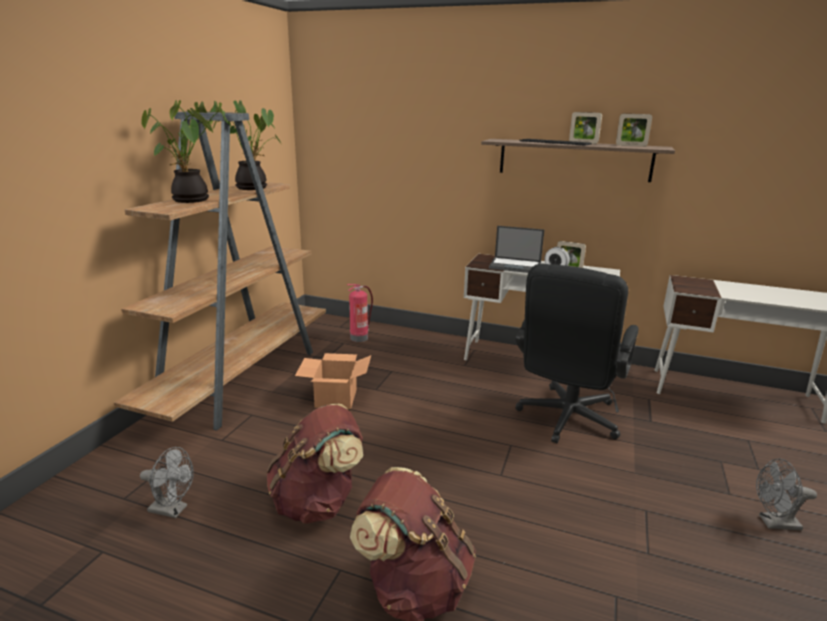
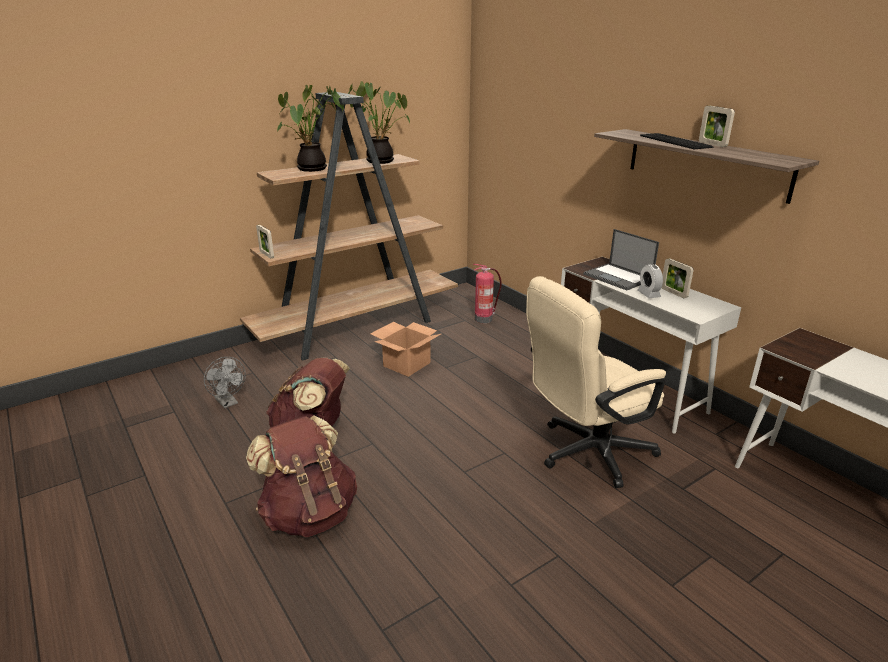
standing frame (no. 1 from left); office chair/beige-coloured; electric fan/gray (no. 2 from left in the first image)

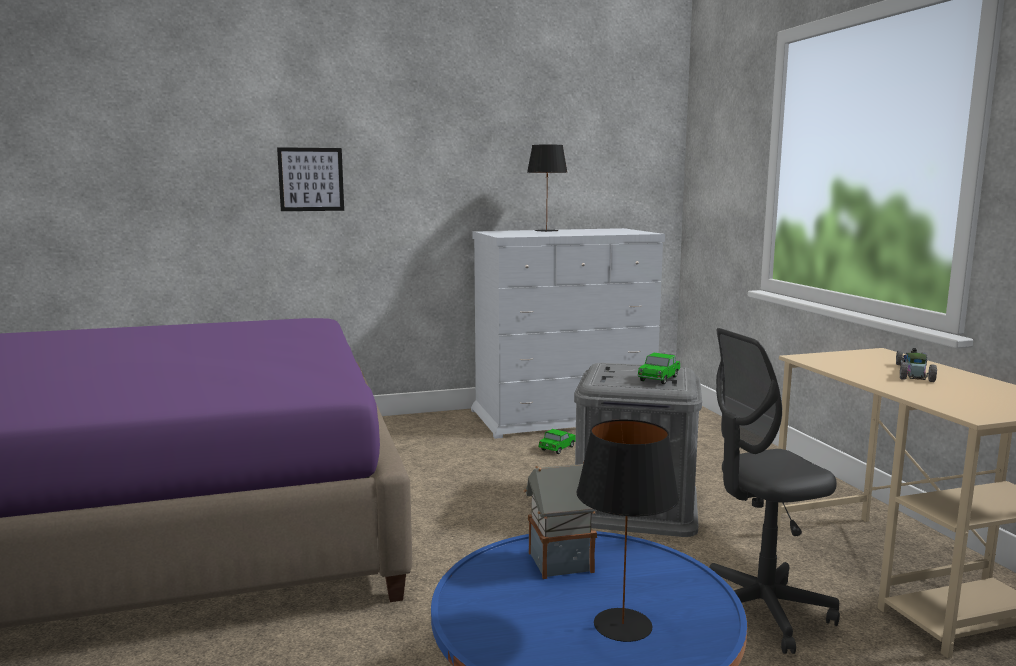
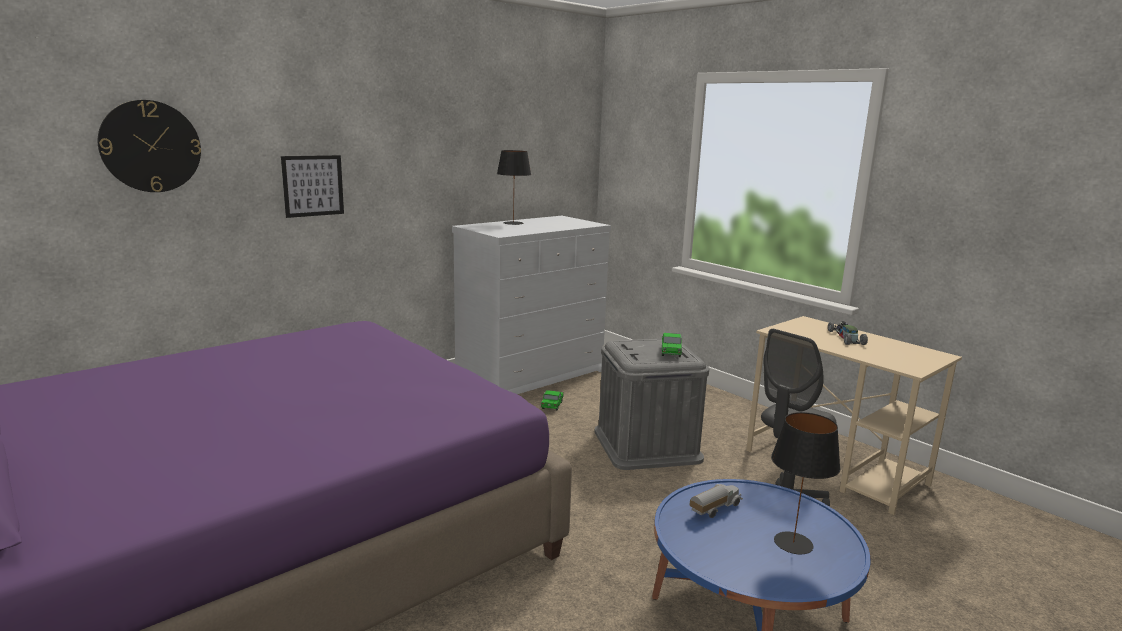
model truck; hanging clock

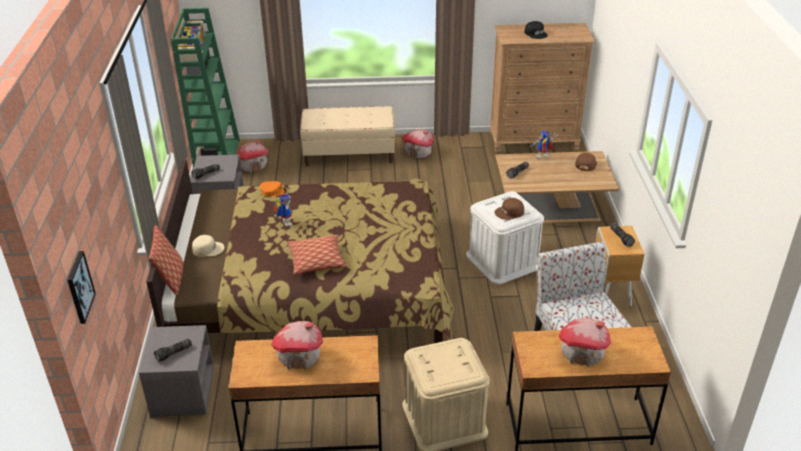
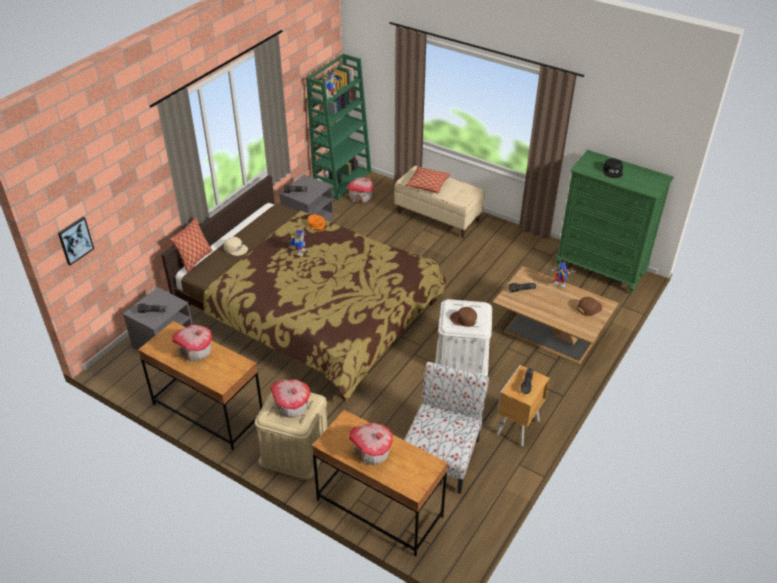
dresser/greenish; miniature house (no. 2 from left); pillow (no. 2 from left)

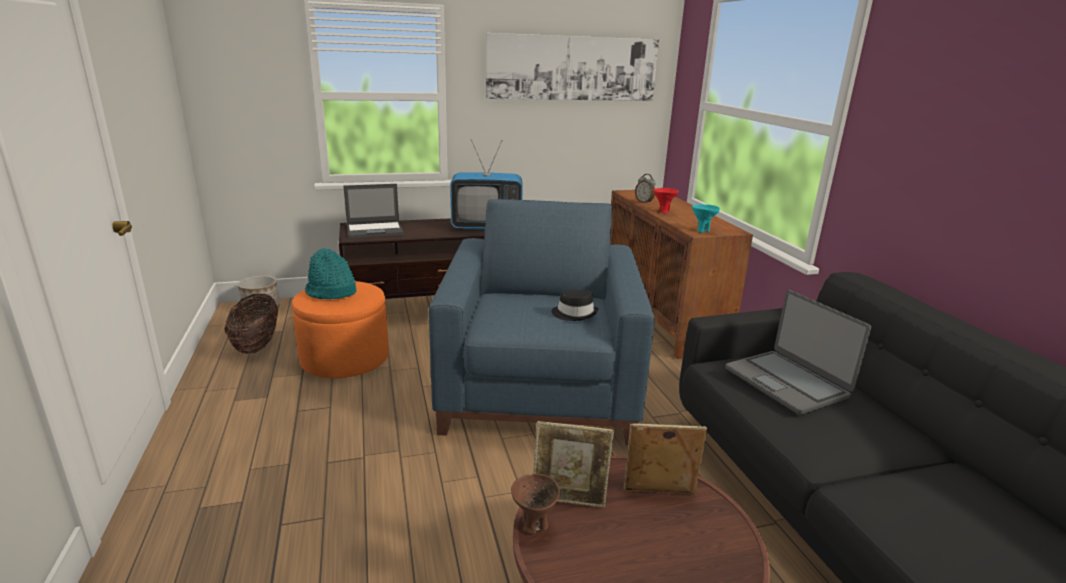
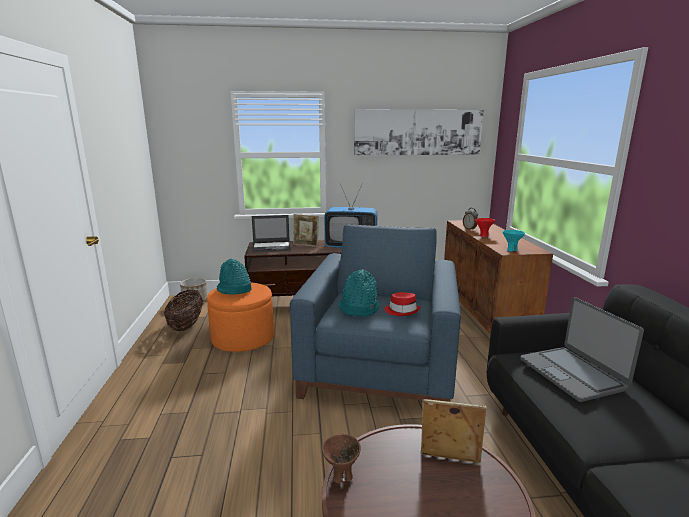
clothing hat/reddish; standing frame (no. 1 from left); clothing hat/turquoise (no. 2 from left)

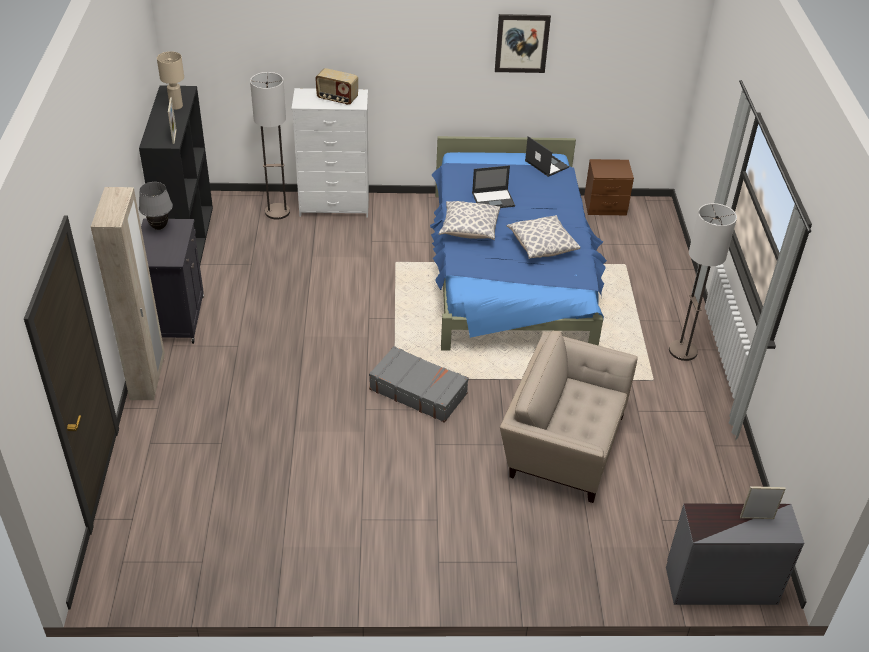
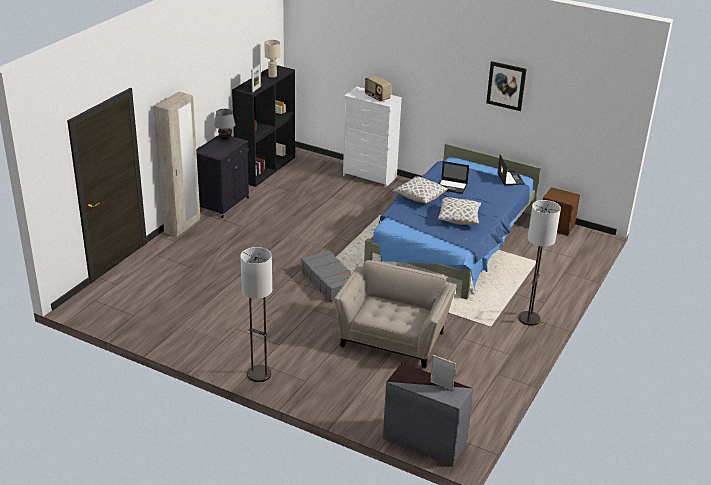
standard lamp (no. 1 from left); lounge chair/beige-coloured

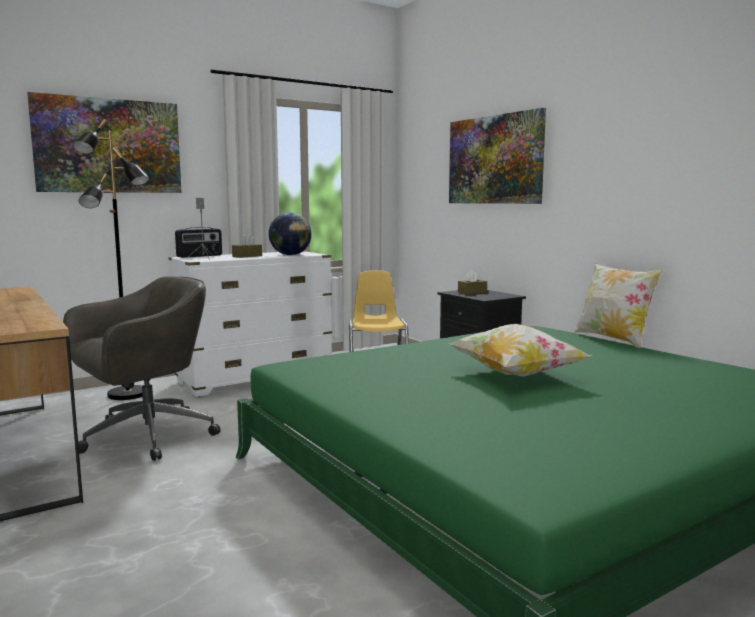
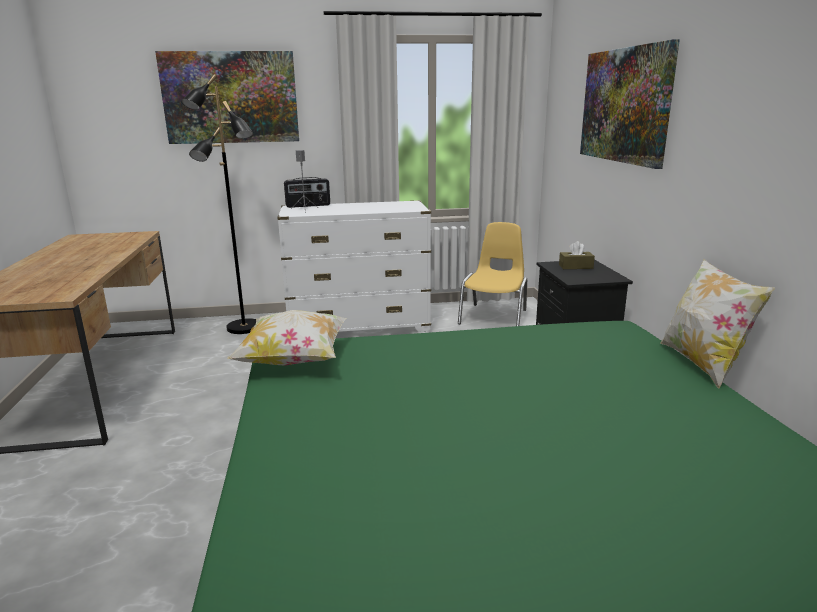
desk globe; box of tissues/brown (no. 1 from left in the first image); office chair/gray; pillow (no. 1 from left)

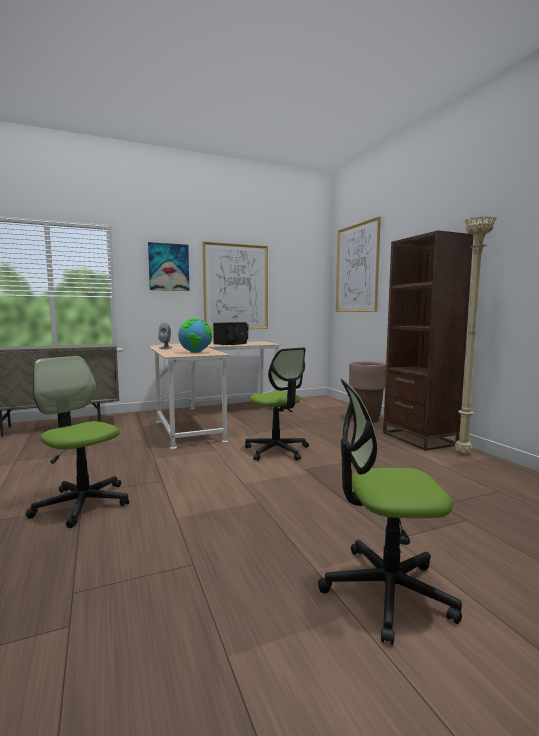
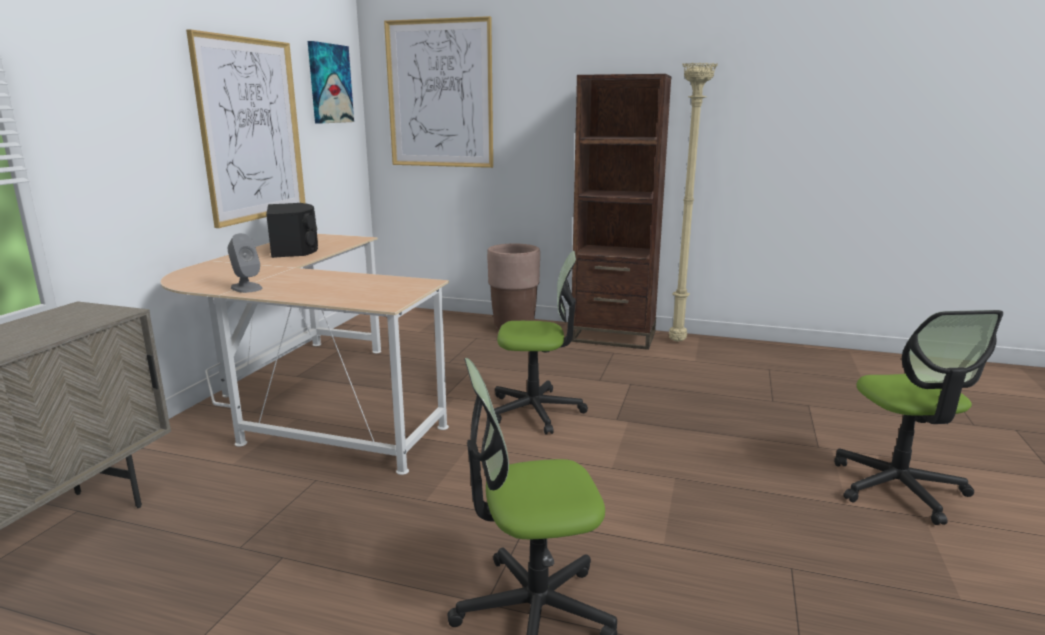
picture (no. 2 from left); desk globe; office chair (no. 3 from left)

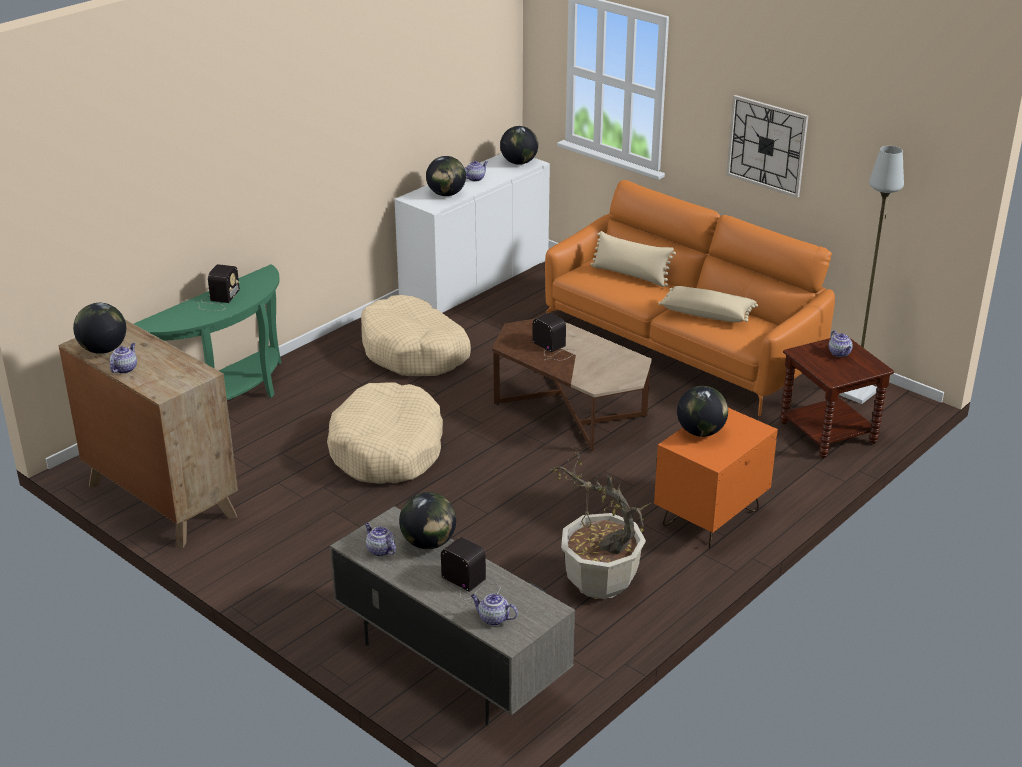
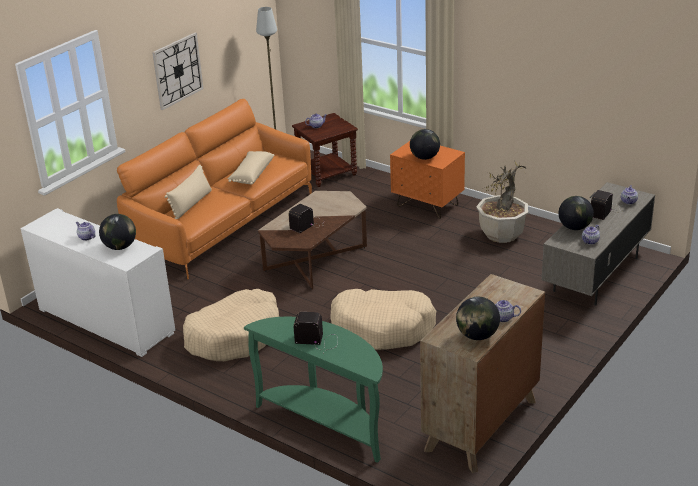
desk globe (no. 4 from left in the first image)

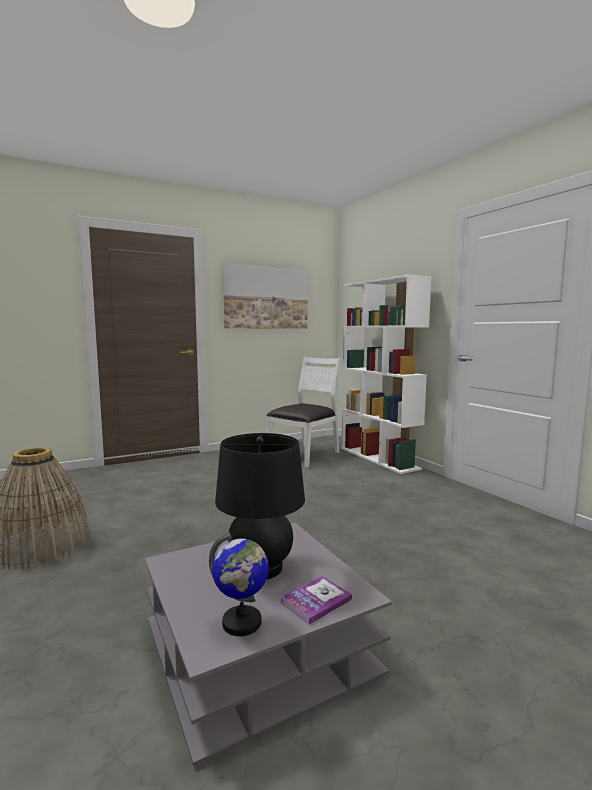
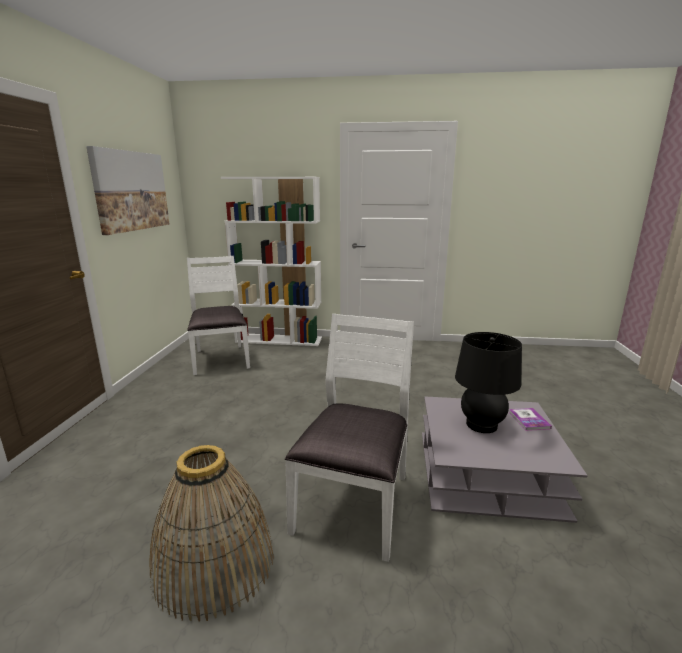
desk globe; chair/white-coloured (no. 2 from left)

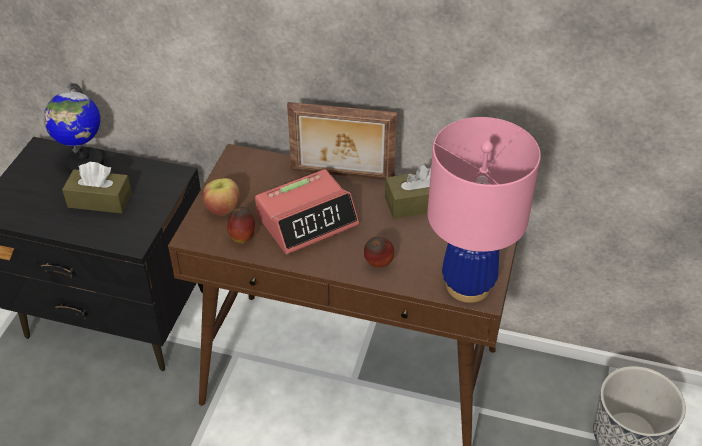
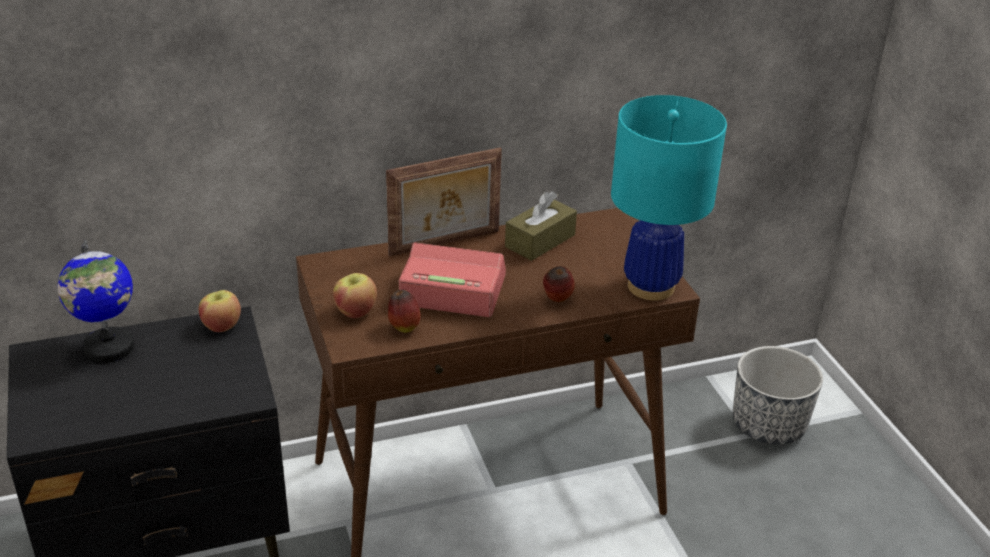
lamp for a table/turquoise; box of tissues/brown (no. 1 from left in the first image); bedside clock; whole apple (no. 1 from left)

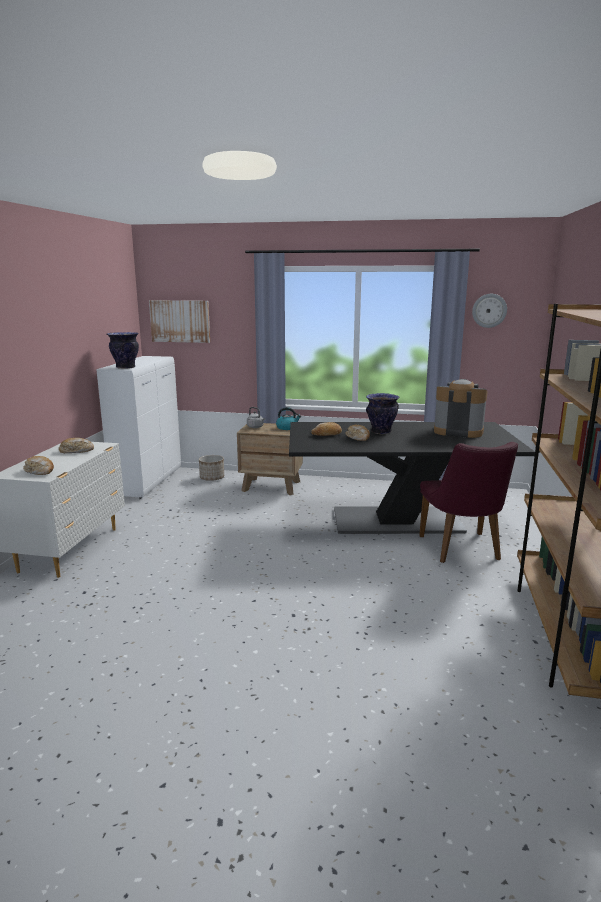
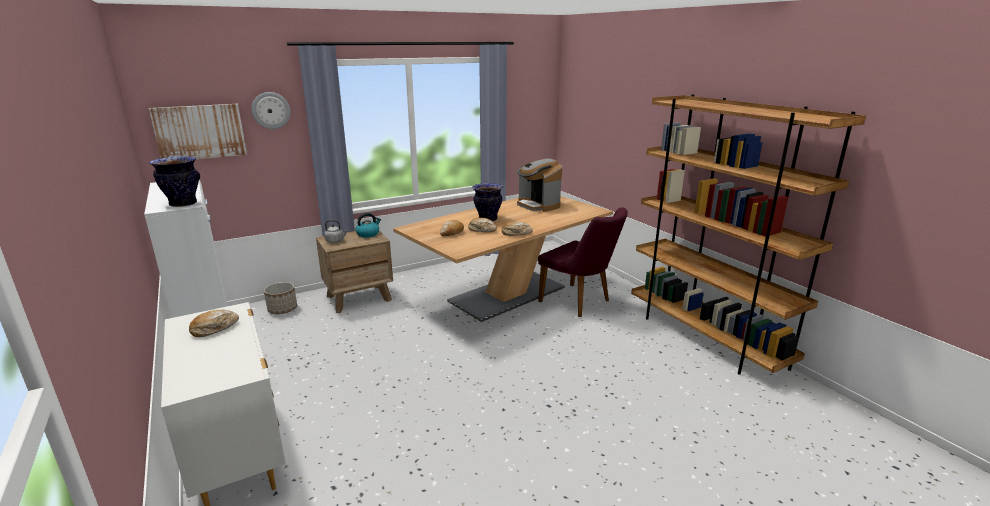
hanging clock; coffee machine; dining table/beige-coloured; bakery bread (no. 4 from left)

